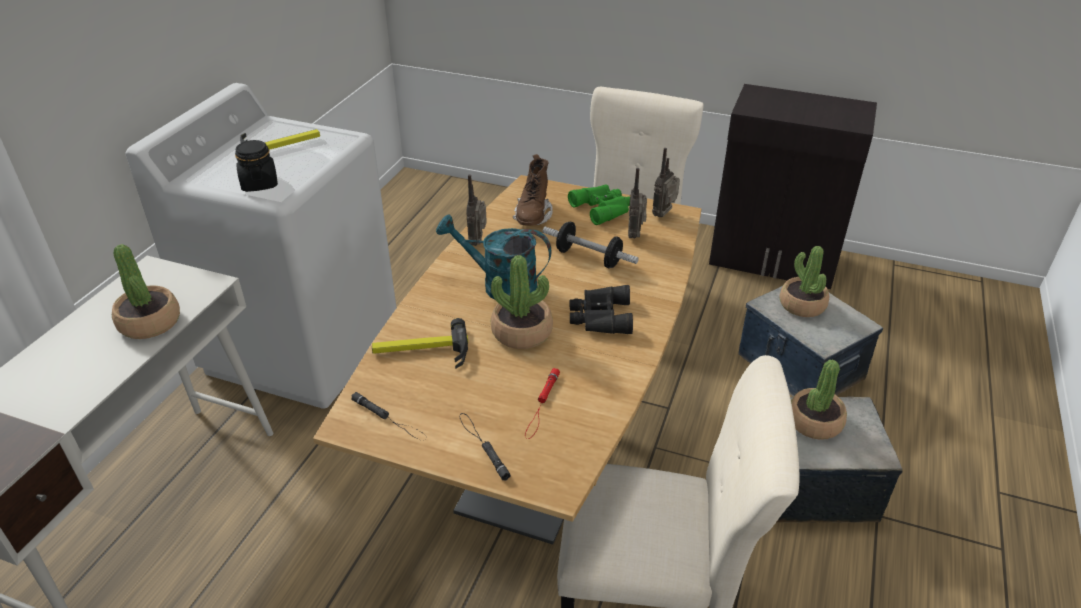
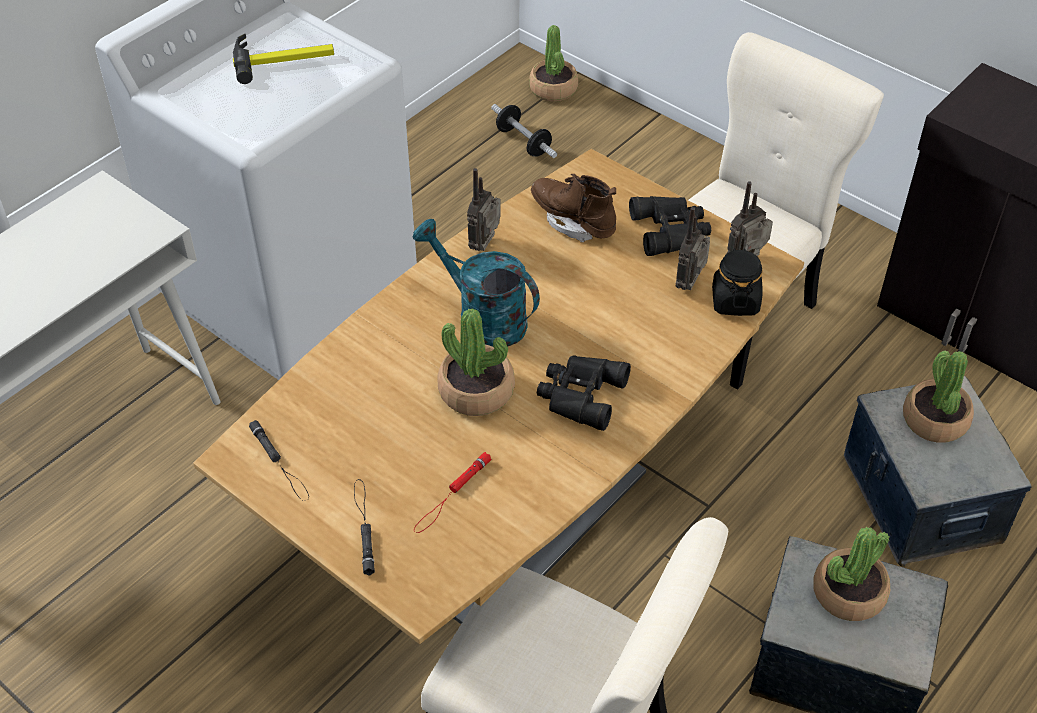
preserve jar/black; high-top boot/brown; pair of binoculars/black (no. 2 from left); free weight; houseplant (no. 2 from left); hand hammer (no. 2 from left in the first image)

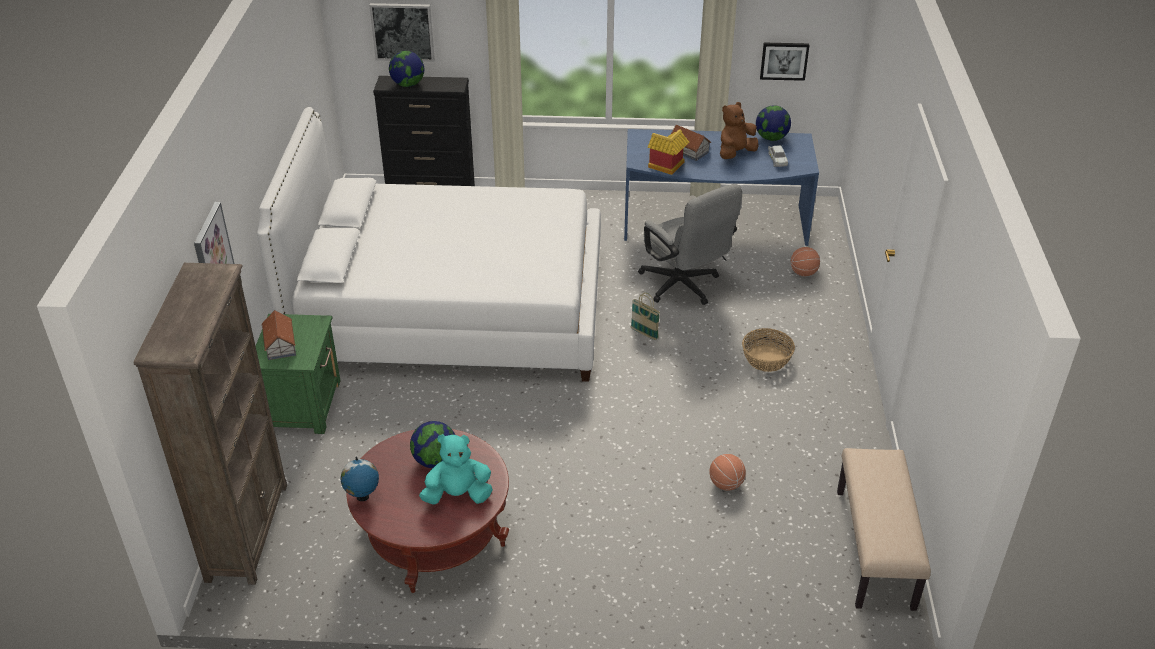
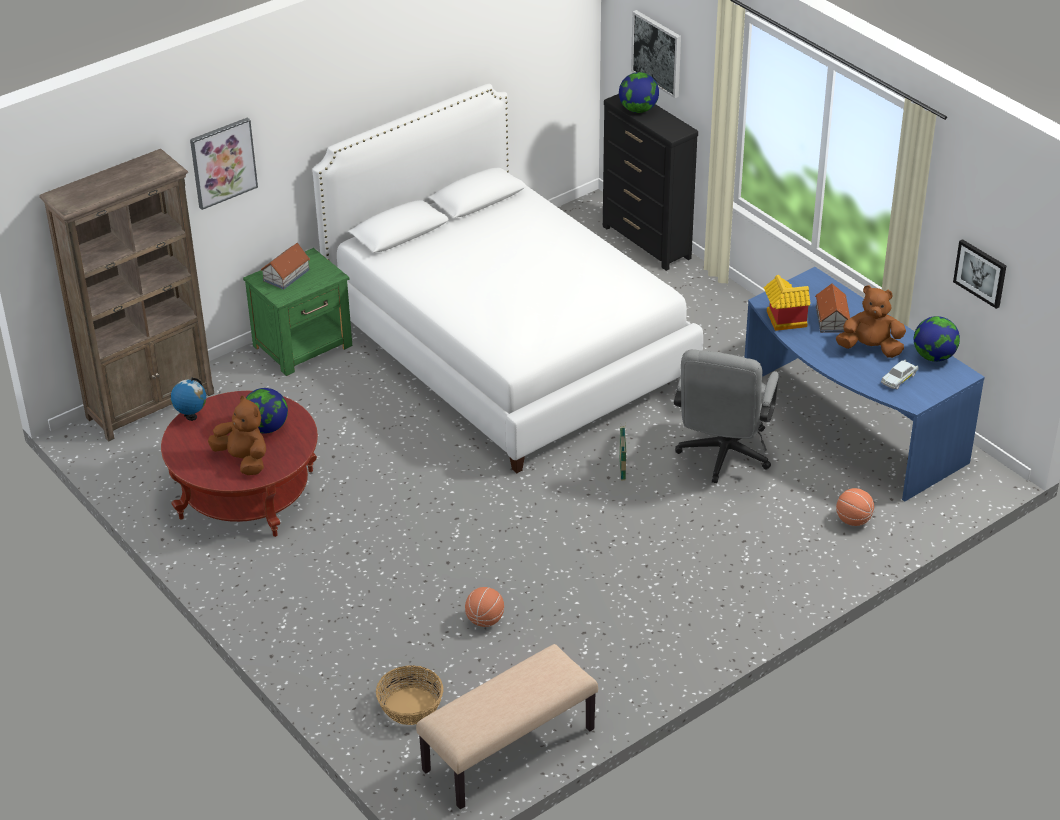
basket (no. 1 from left); cuddly toy/brown (no. 1 from left)

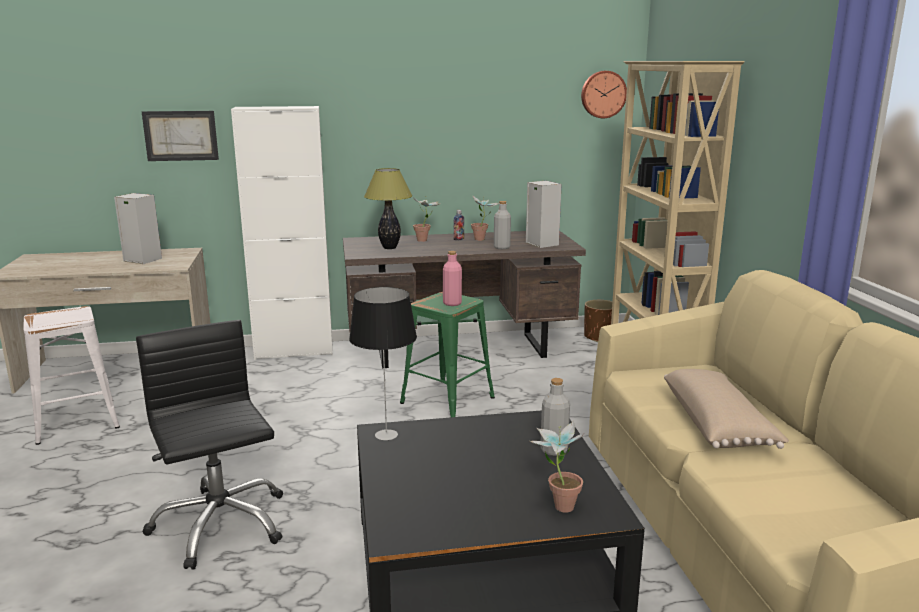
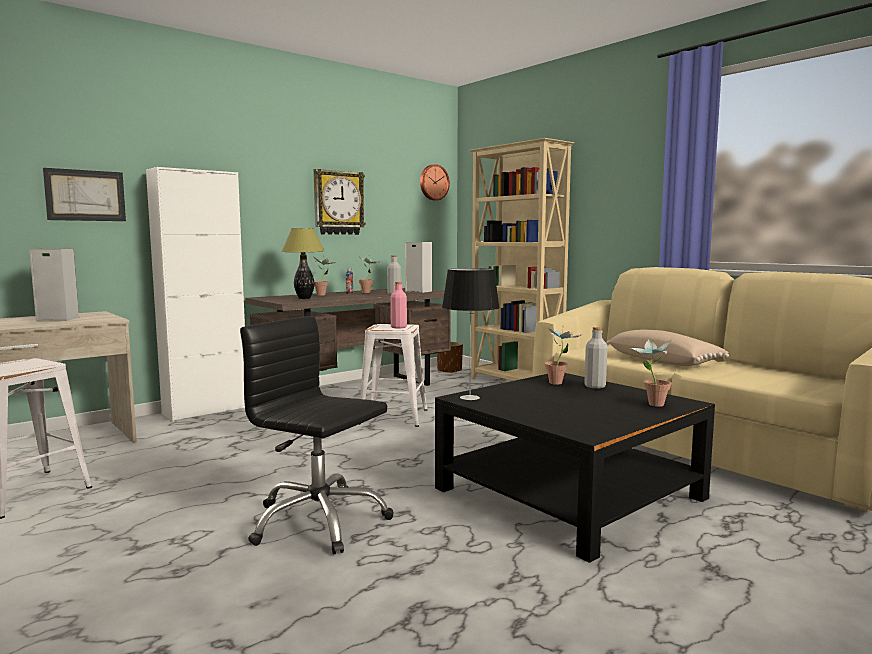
stool/white-coloured (no. 2 from left); hanging clock (no. 1 from left); houseplant (no. 3 from left)

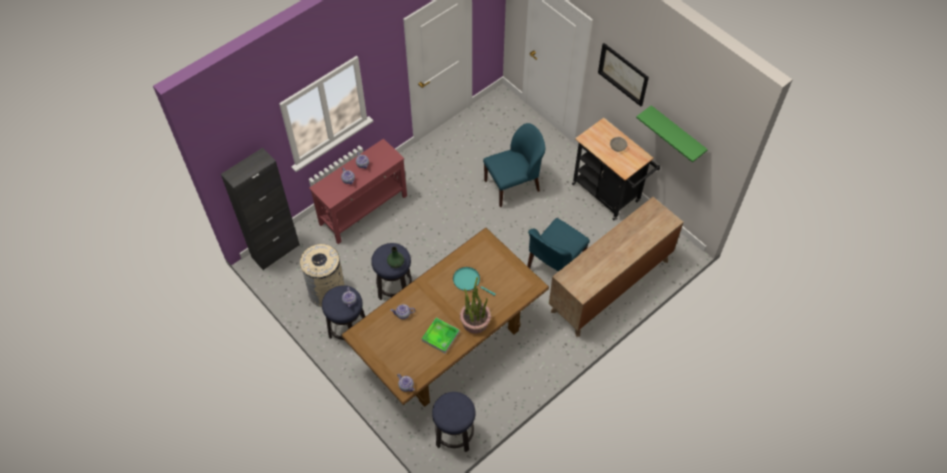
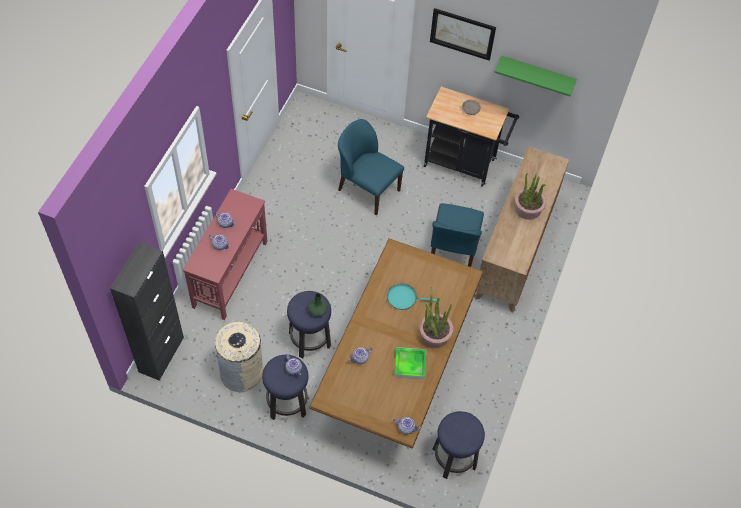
chair/blue-coloured (no. 1 from left); houseplant (no. 2 from left)

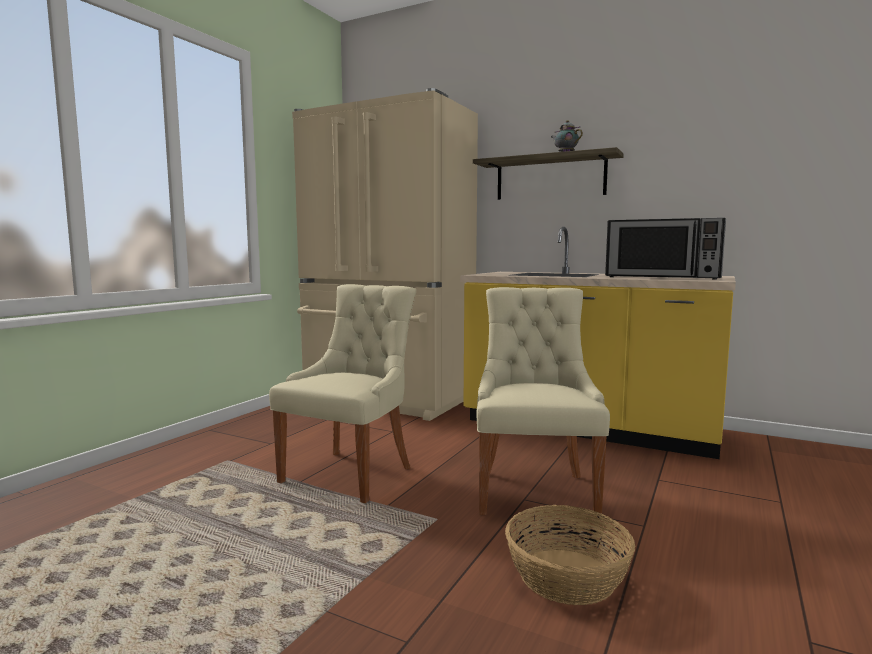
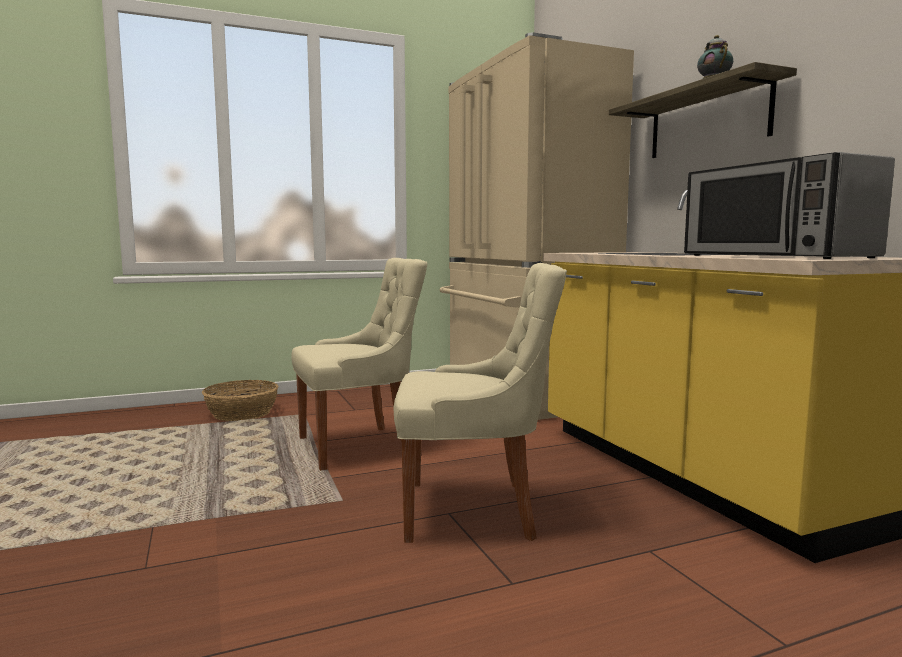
chair/beige-coloured (no. 2 from left); basket

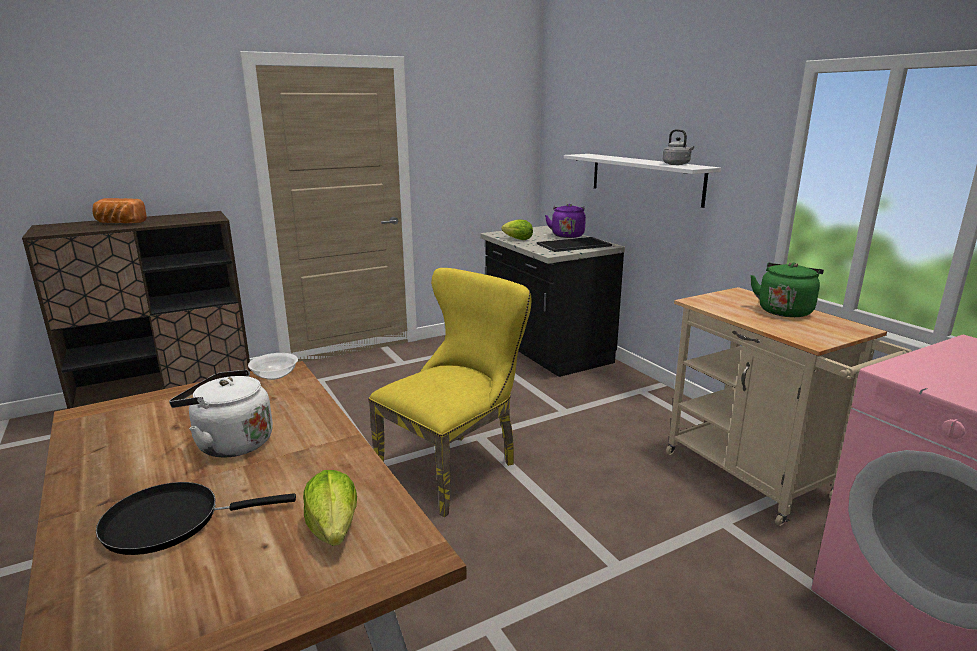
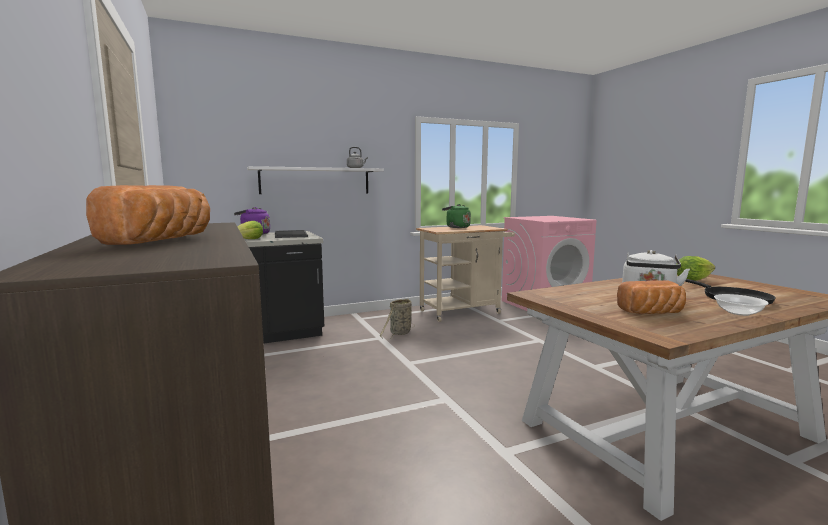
chair/yellow; serving bowl; bakery bread (no. 2 from left); basket

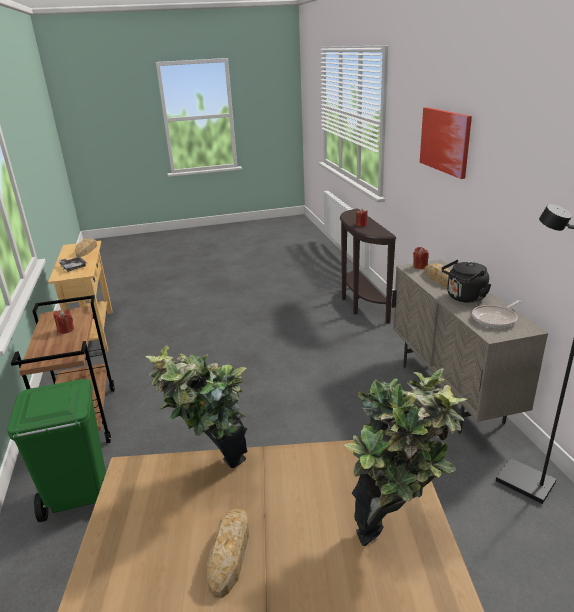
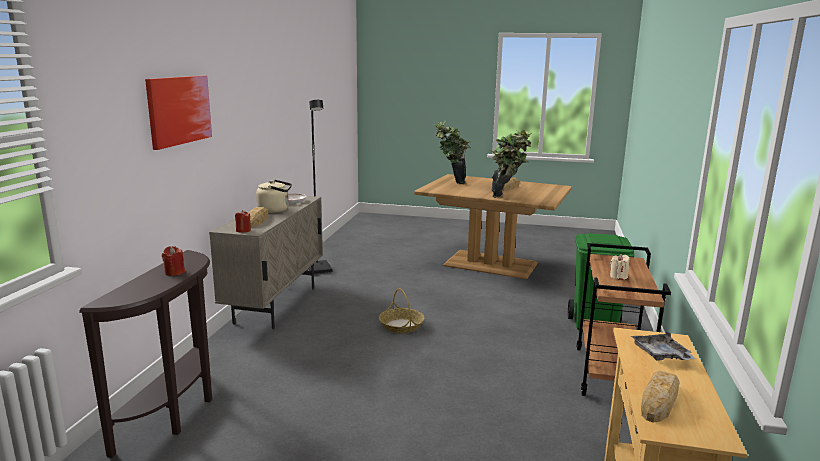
tea kettle/beige-coloured; wax candle/beige-coloured; basket

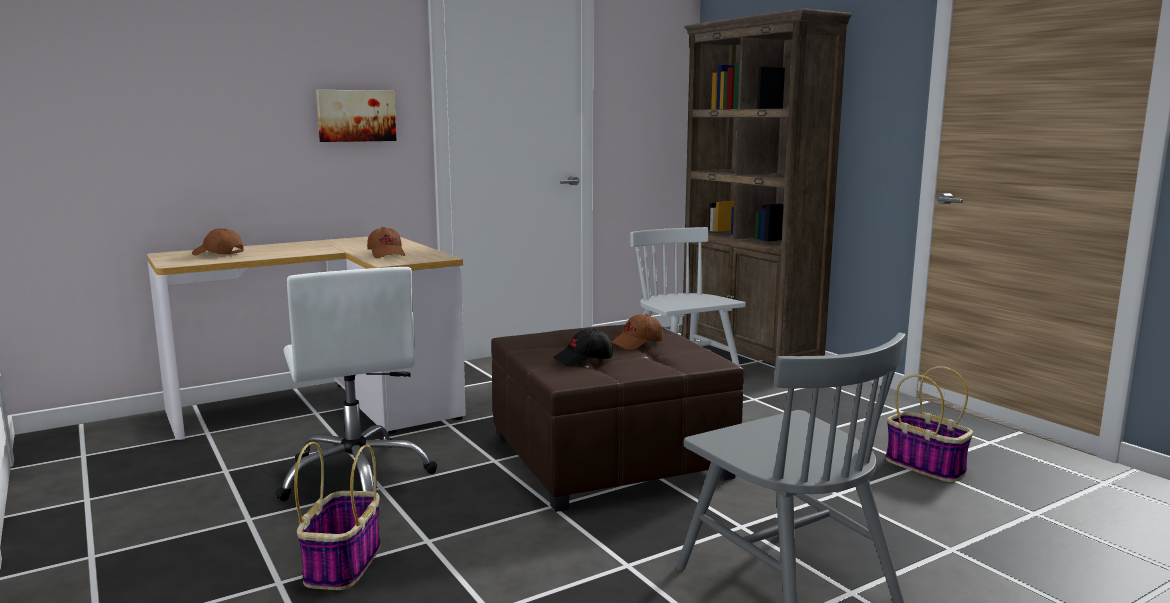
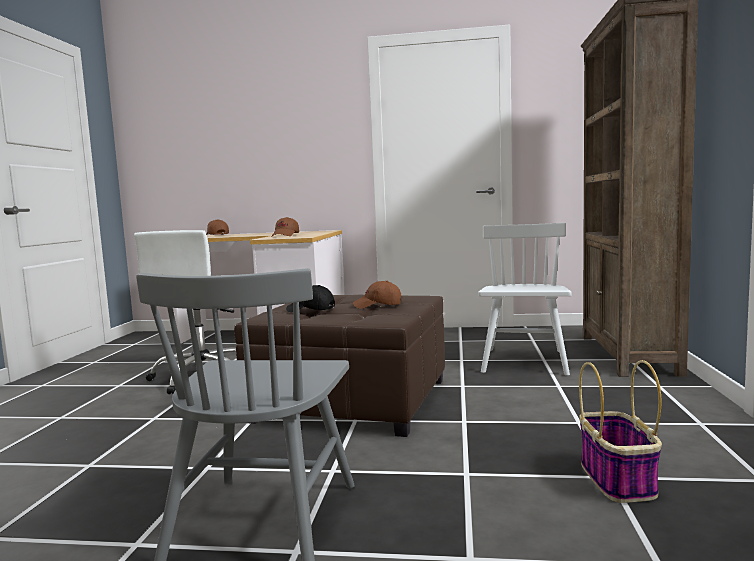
picture; basket (no. 1 from left in the first image)

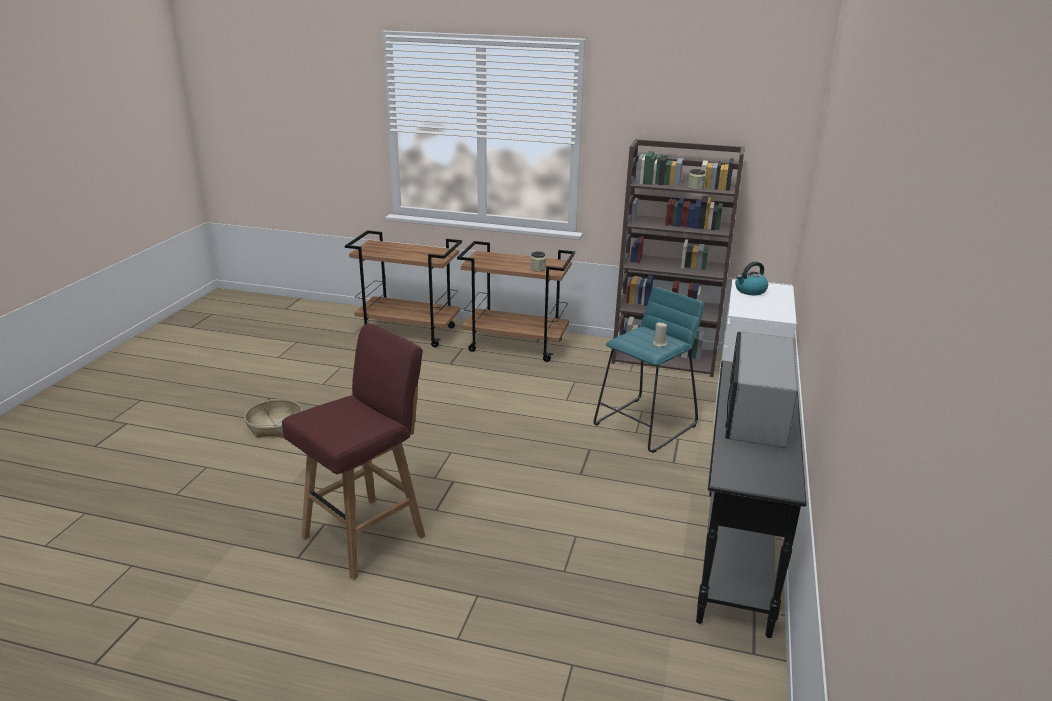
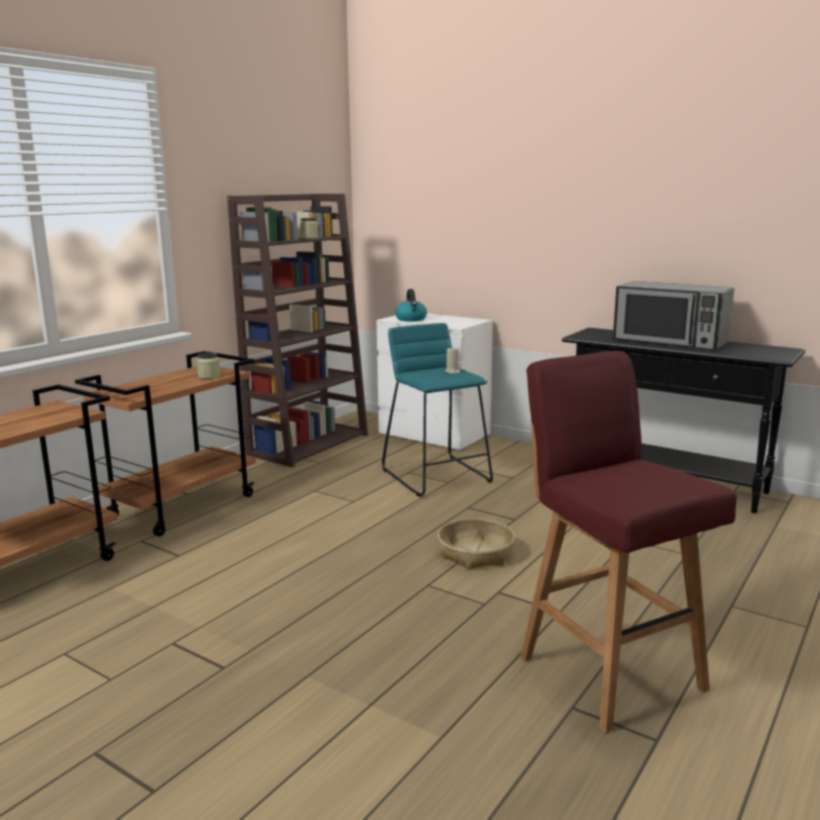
basket

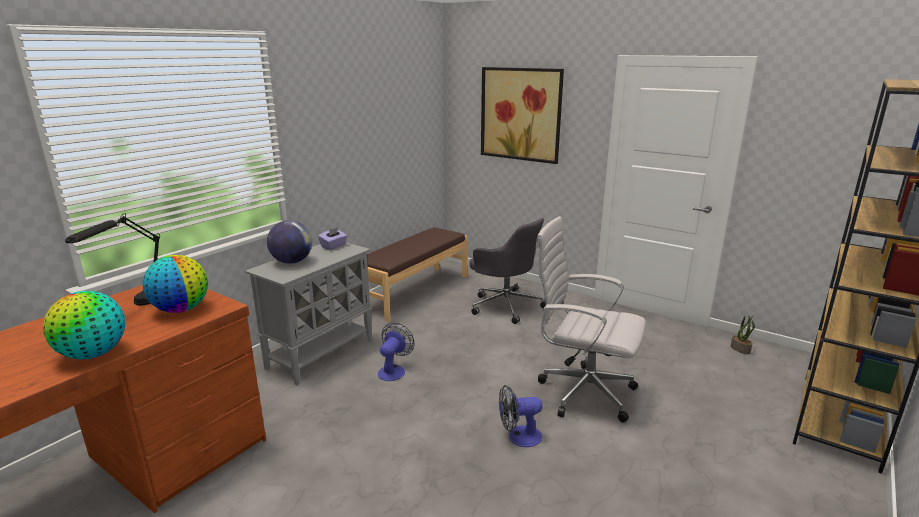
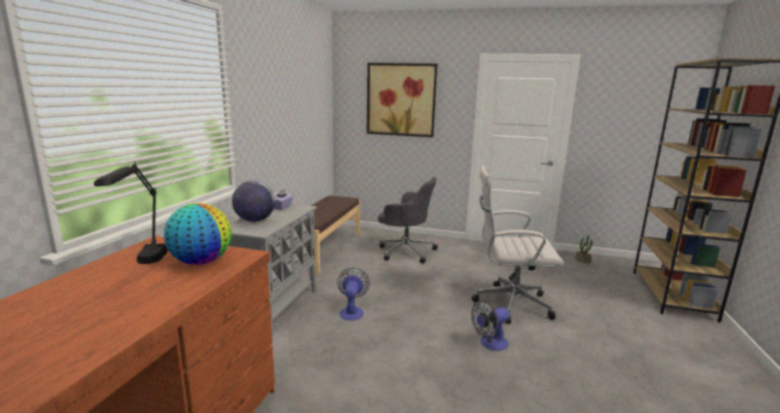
desk globe (no. 1 from left in the first image)

